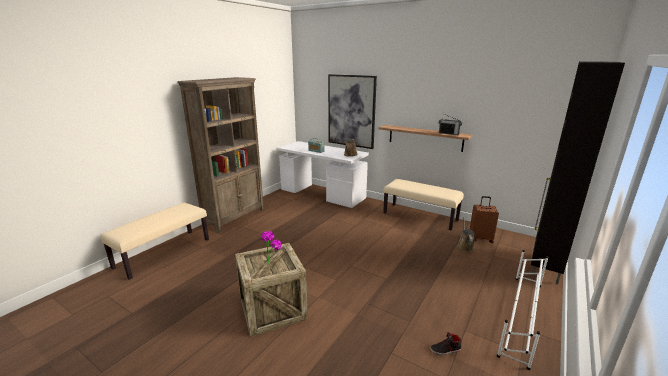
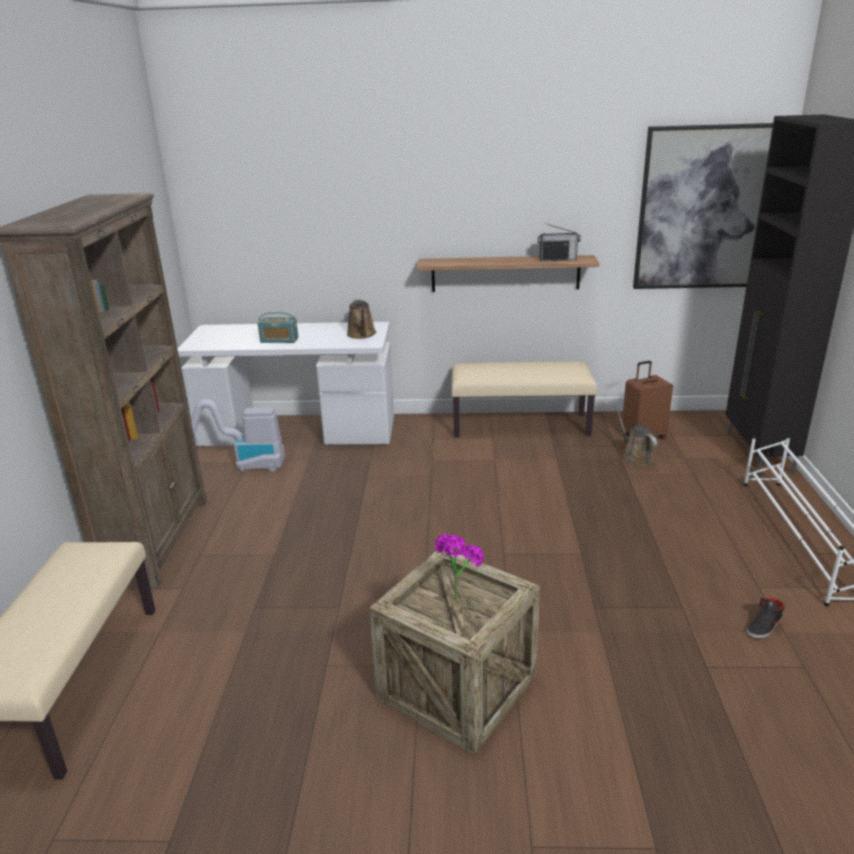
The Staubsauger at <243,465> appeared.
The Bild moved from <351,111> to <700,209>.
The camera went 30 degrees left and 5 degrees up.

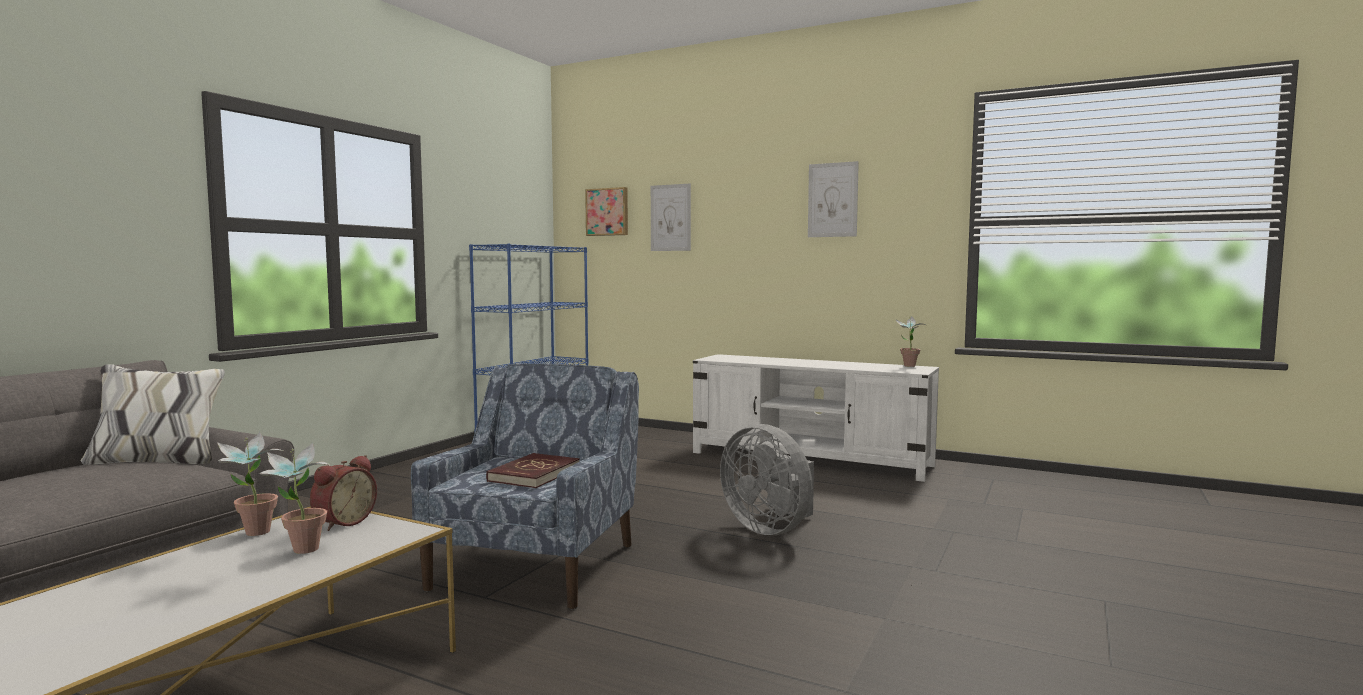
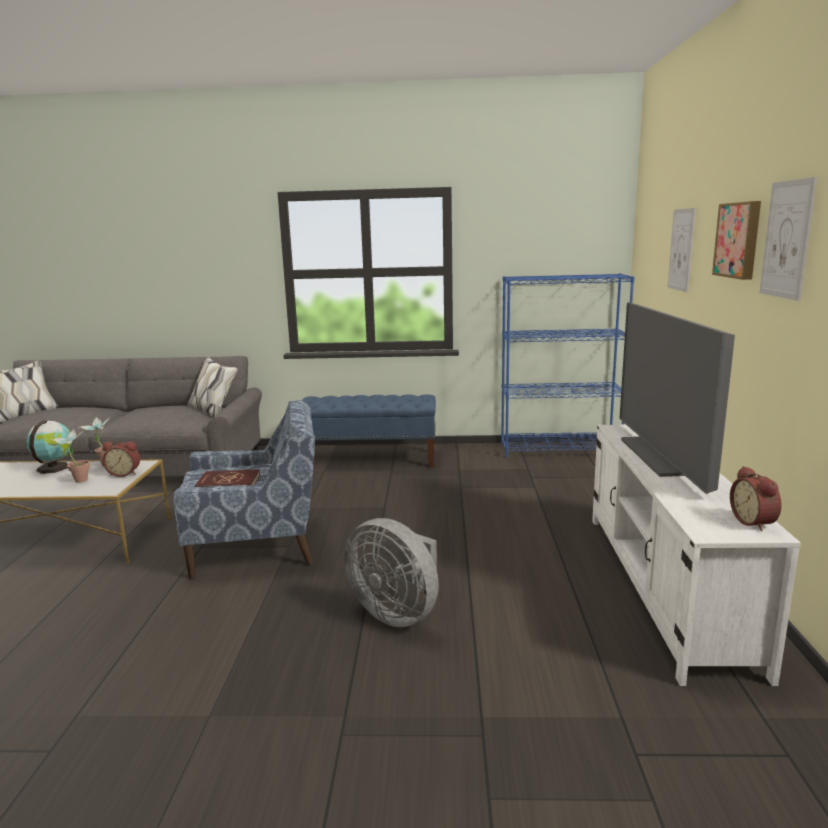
The Globus at <54,467> appeared.
The Bank/blau at <369,459> appeared.
The Ventilator/grau at <770,528> turned 75 degrees counterclockwise.
The Fernseher at <665,456> appeared.
The Bild moved from <608,212> to <739,240>.
The Topfpflanze at <908,366> was replaced by the Wecker at <754,522>.
The camera went 65 degrees right and 10 degrees up.

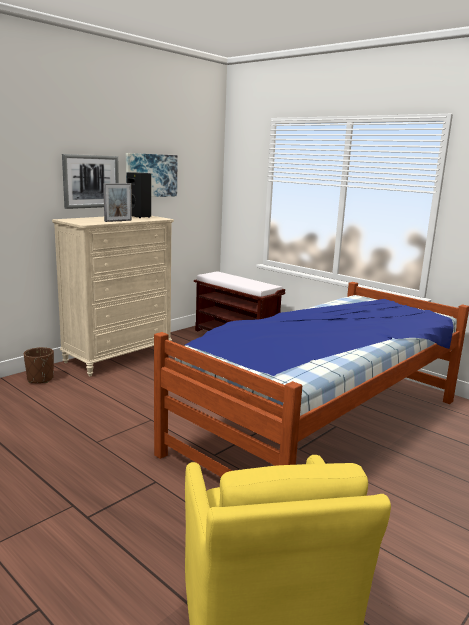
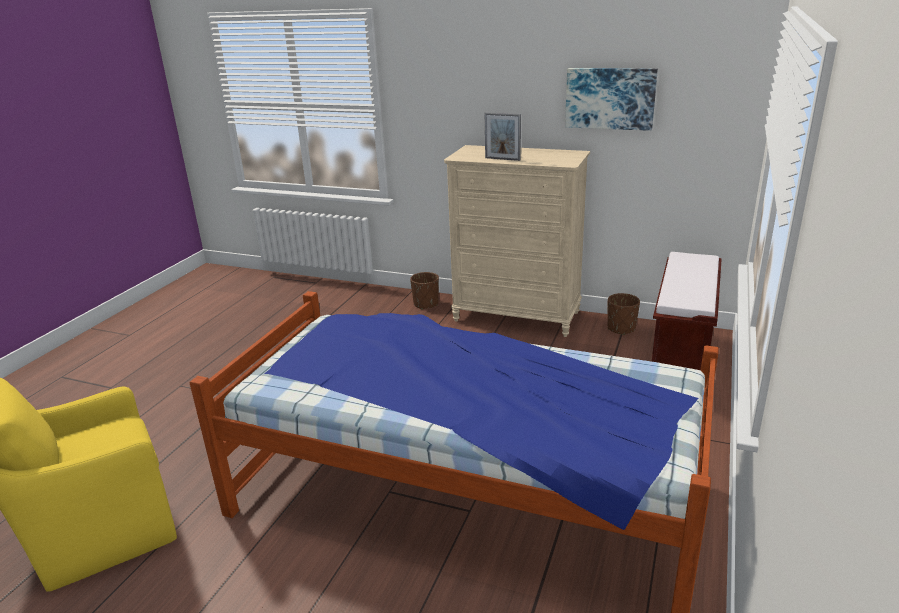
The Pflanzkübel/braun at <621,328> appeared.
The Bild at <91,181> disappeared.
The Lautsprecher/schwarz at <140,217> disappeared.
The camera went 70 degrees right and 10 degrees up.

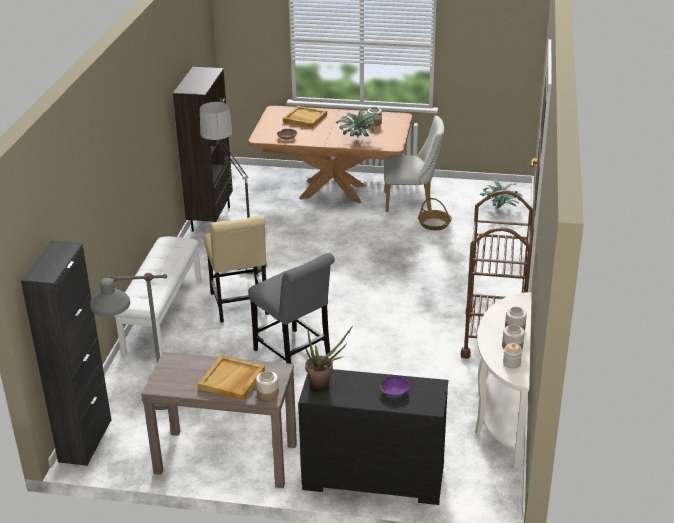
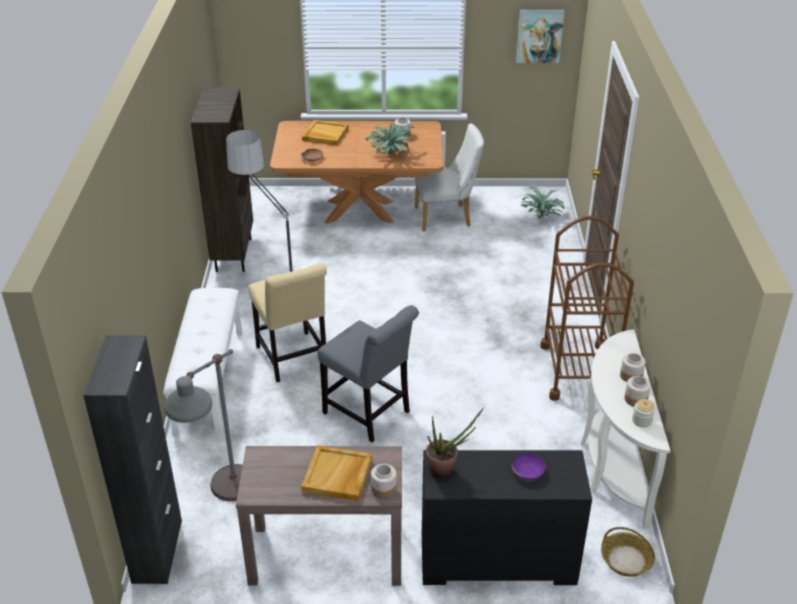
The Bild at <539,36> appeared.
The Korb moved from <434,224> to <626,560>.
The camera went 10 degrees left and 5 degrees up.

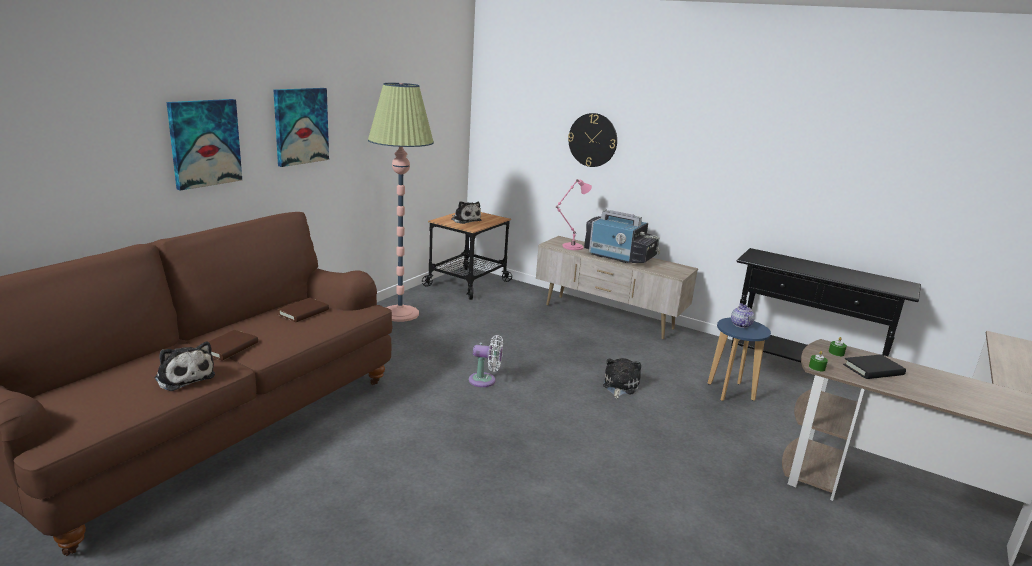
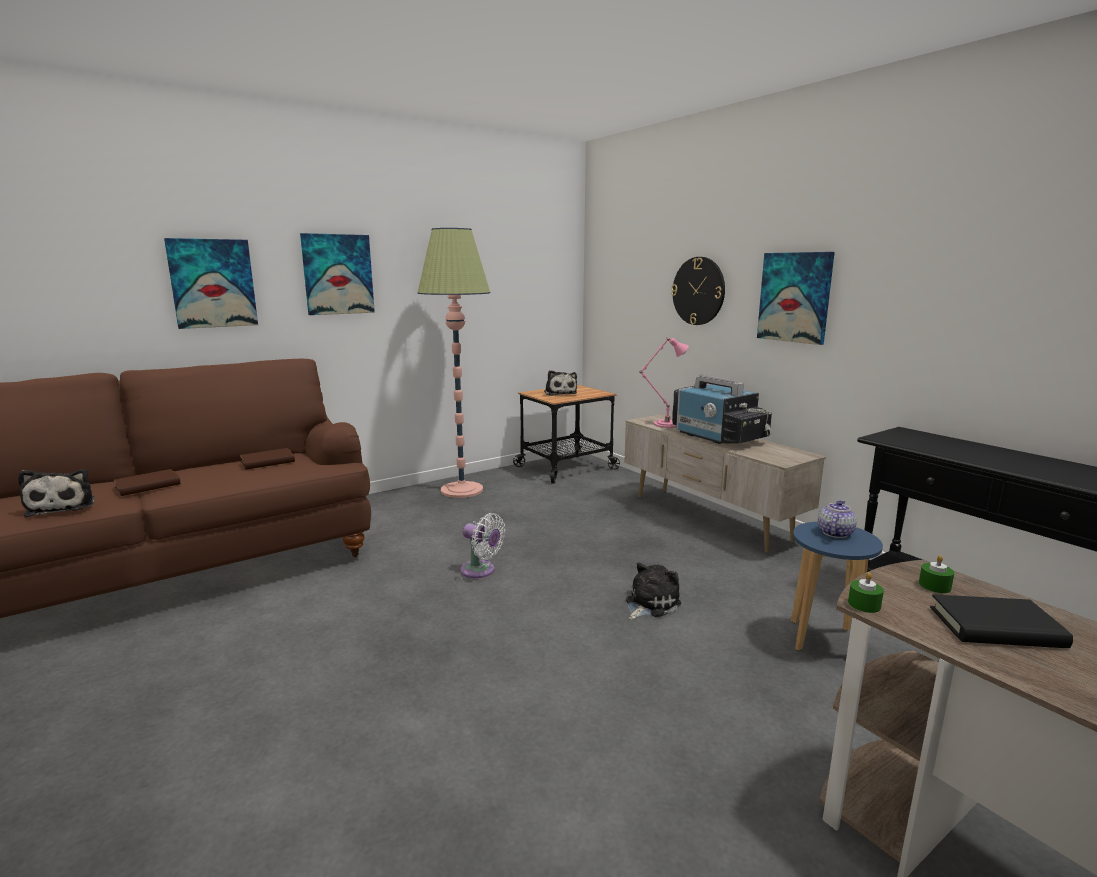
The Bild at <795,297> appeared.
The camera went 25 degrees right and 5 degrees down.

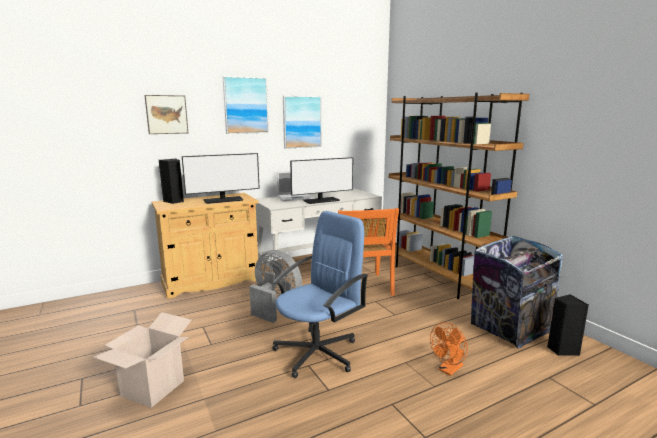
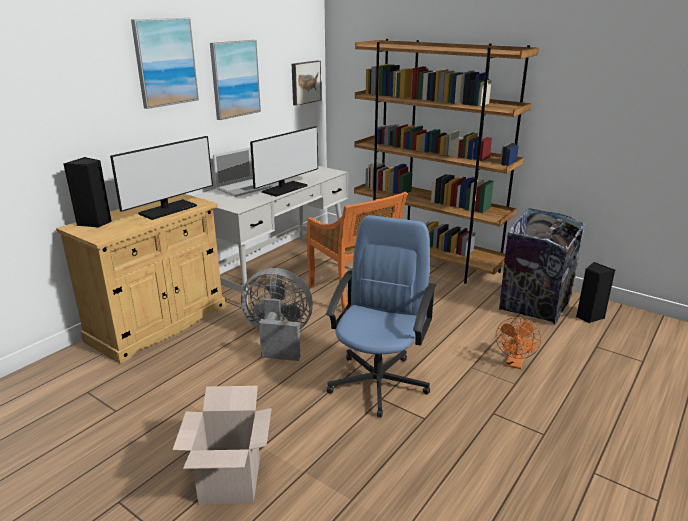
The Bild moved from <166,114> to <305,82>.
The camera went 25 degrees left and 10 degrees up.

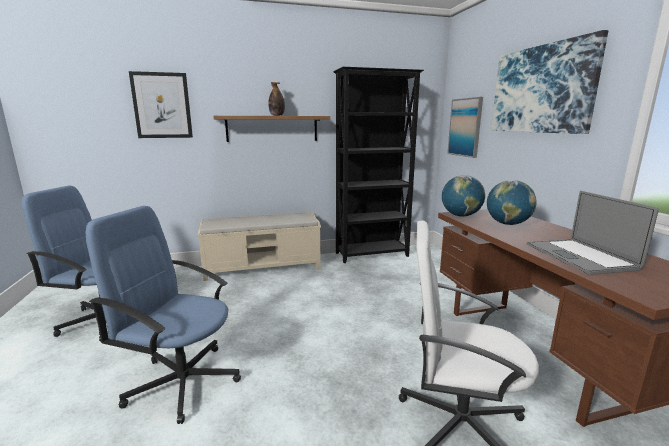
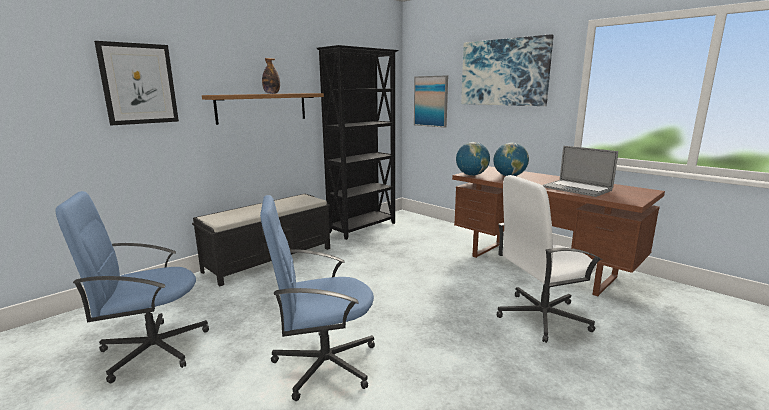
The Bank/beige at <263,267> became the Bank/schwarz at <270,259>.
The camera went 30 degrees left and 0 degrees up.

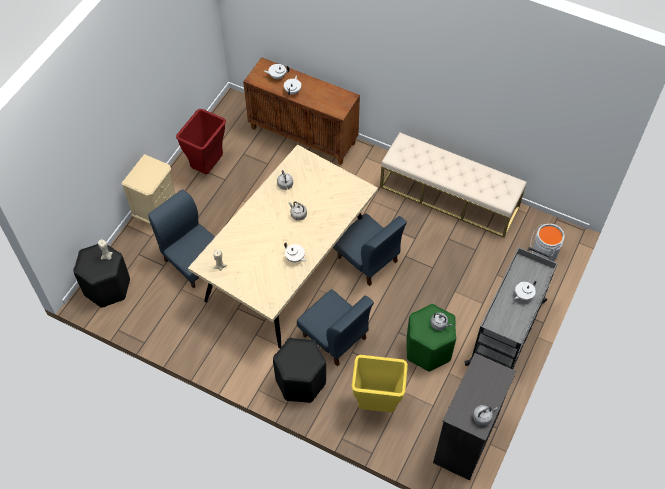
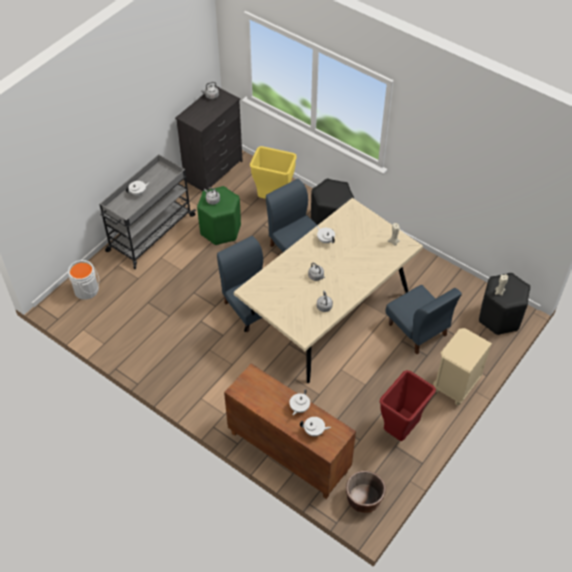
The Pflanzkübel/braun at <364,499> appeared.
The Bank/beige at <449,196> disappeared.
The camera went 170 degrees left and 5 degrees down.

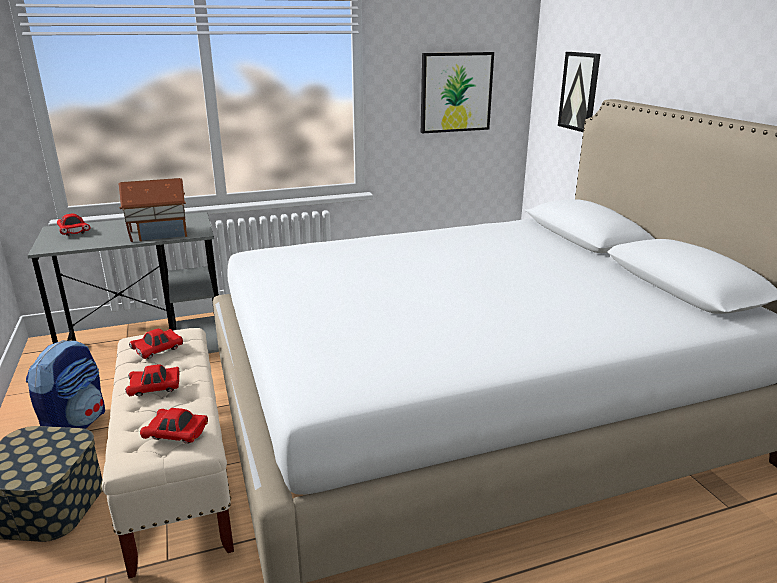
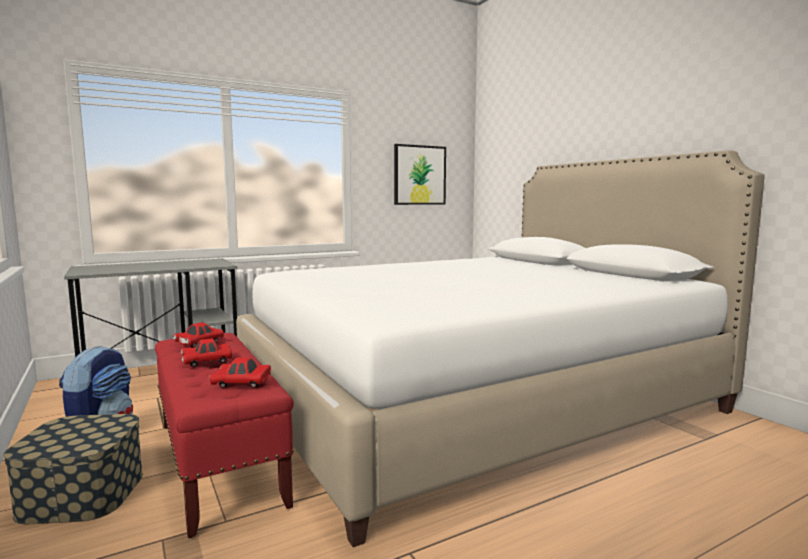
The Bank/beige at <178,477> became the Bank/rot at <219,462>.
The Spielzeugauto/rot at <74,232> disappeared.
The Spielzeughaus at <158,234> disappeared.
The Bild at <579,91> disappeared.
The camera went 10 degrees left and 15 degrees down.

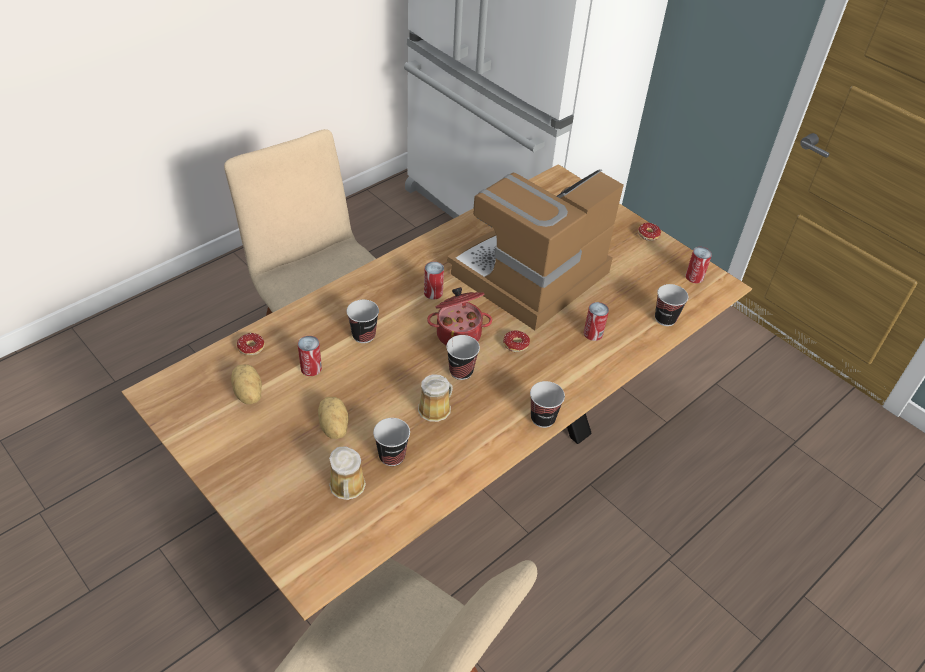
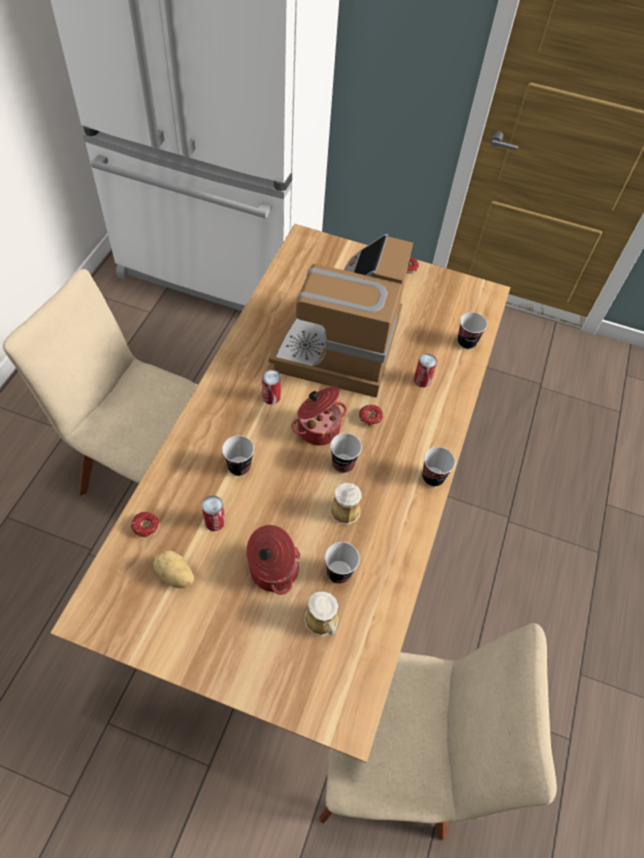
The Kartoffel at <333,427> was replaced by the Kochtopf at <272,570>.
The Dose at <694,277> disappeared.
The camera went 30 degrees left and 10 degrees up.

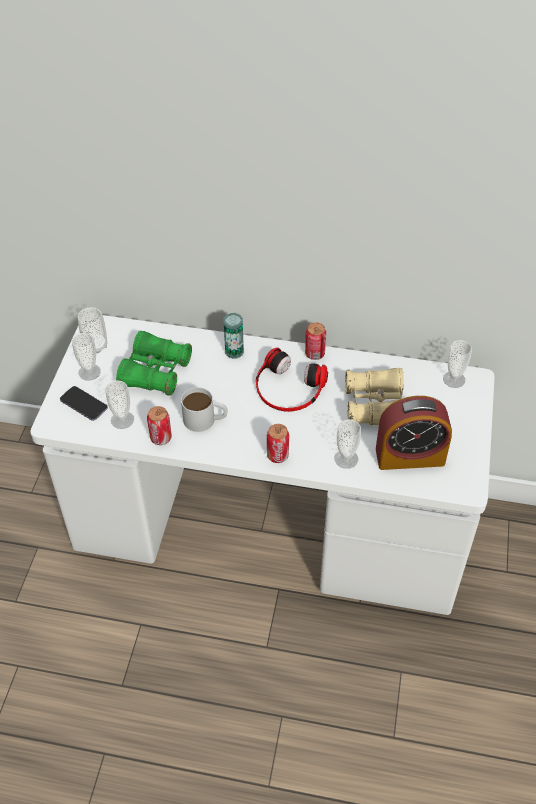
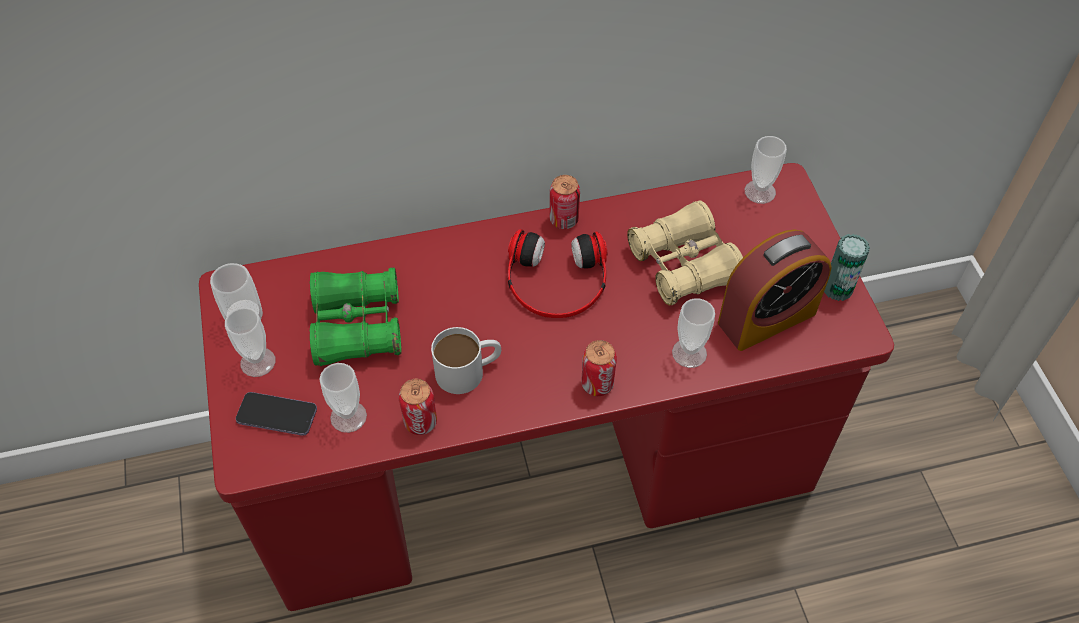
The Schreibtisch/weiß at <268,530> became the Schreibtisch/rot at <539,472>.
The Dose moved from <234,351> to <837,289>.
The camera went 25 degrees left and 5 degrees up.

